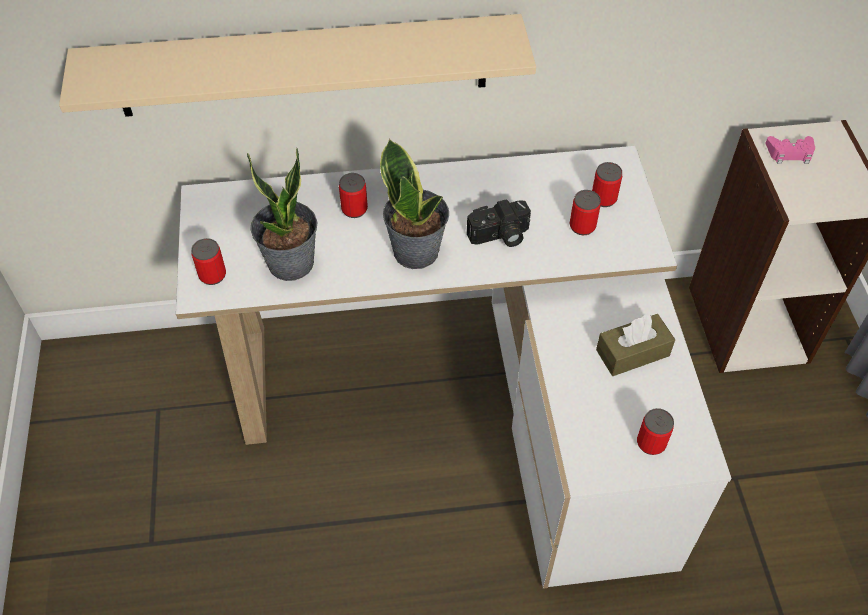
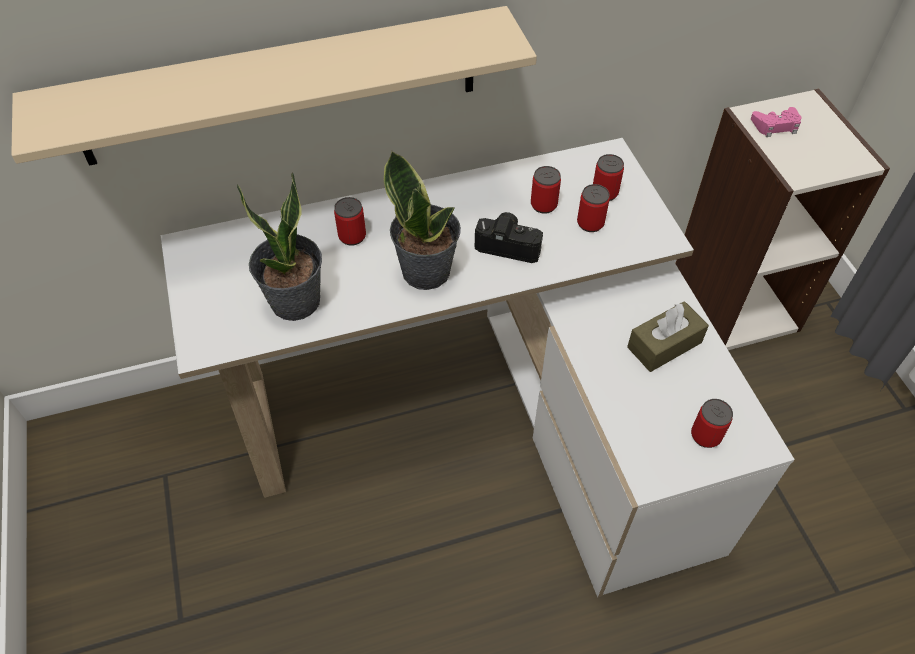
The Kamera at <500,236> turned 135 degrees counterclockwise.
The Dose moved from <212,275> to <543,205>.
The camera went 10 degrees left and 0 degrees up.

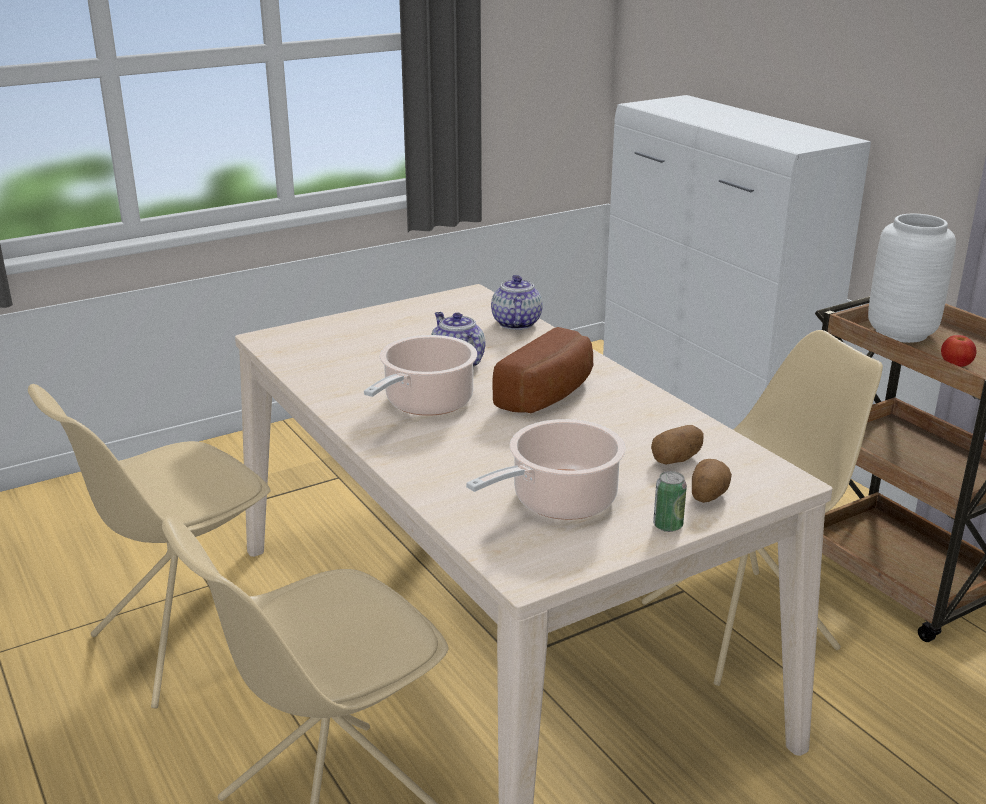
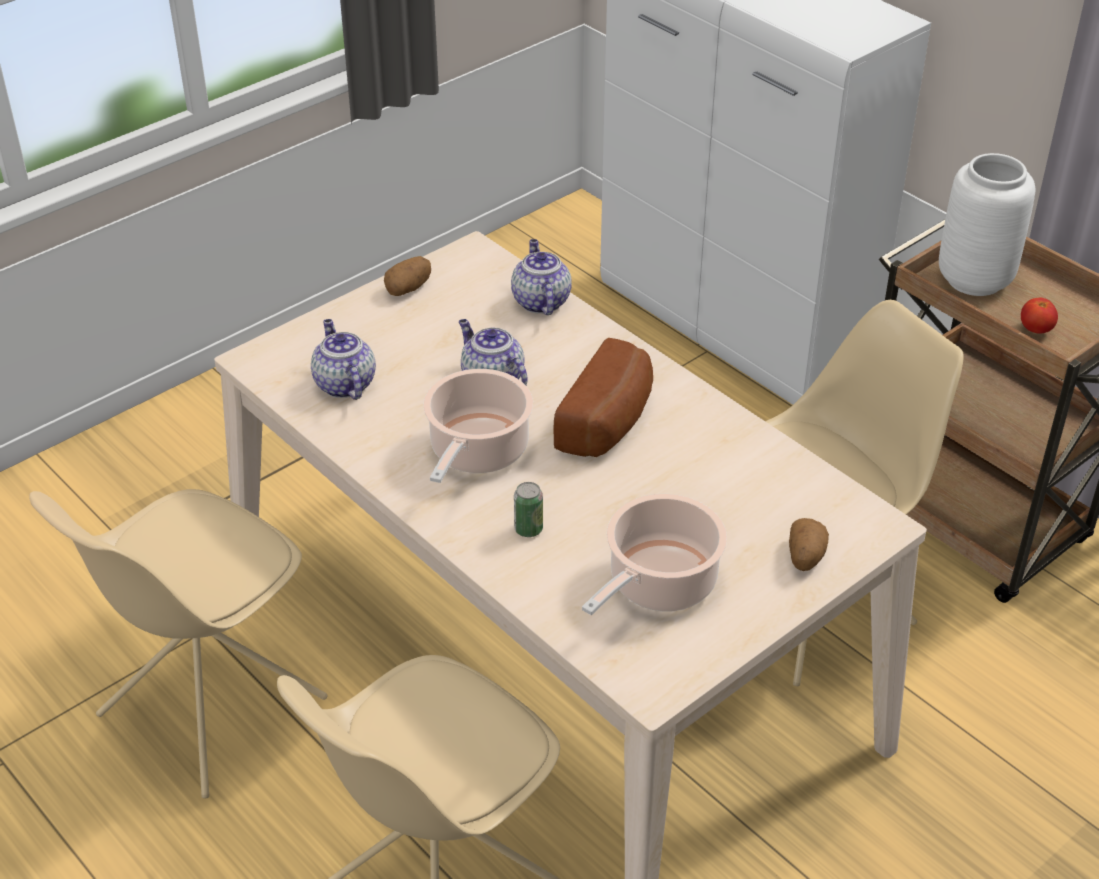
The Teekanne at <344,384> appeared.
The Kartoffel moved from <676,459> to <408,288>.
The Dose moved from <667,525> to <528,529>.
The camera went 10 degrees left and 15 degrees up.

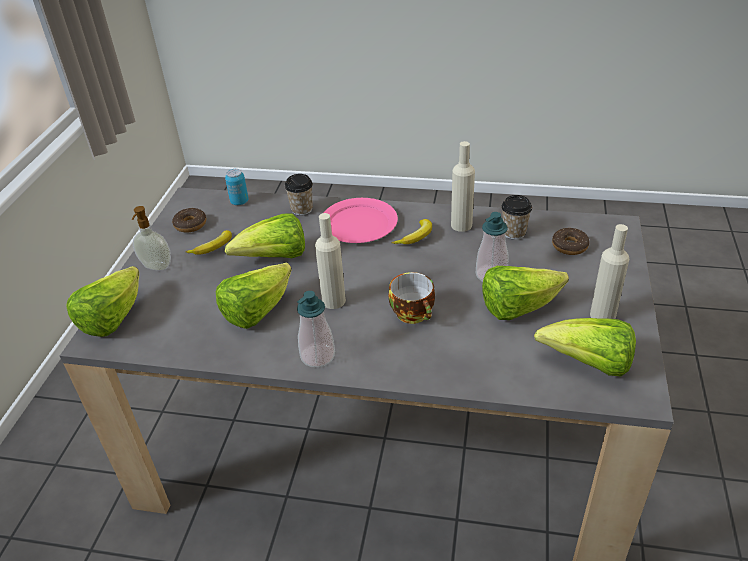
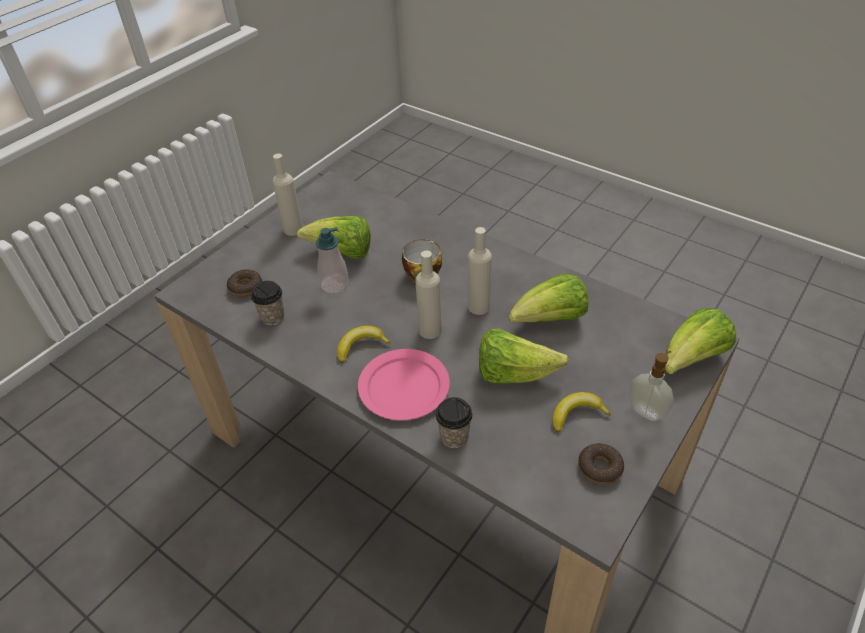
The Flasche/beige moved from <461,225> to <430,330>.
The Dose at <239,202> disappeared.
The Seifenspender at <317,356> disappeared.
The Salatkopf at <588,364> disappeared.
The camera went 155 degrees left and 5 degrees up.

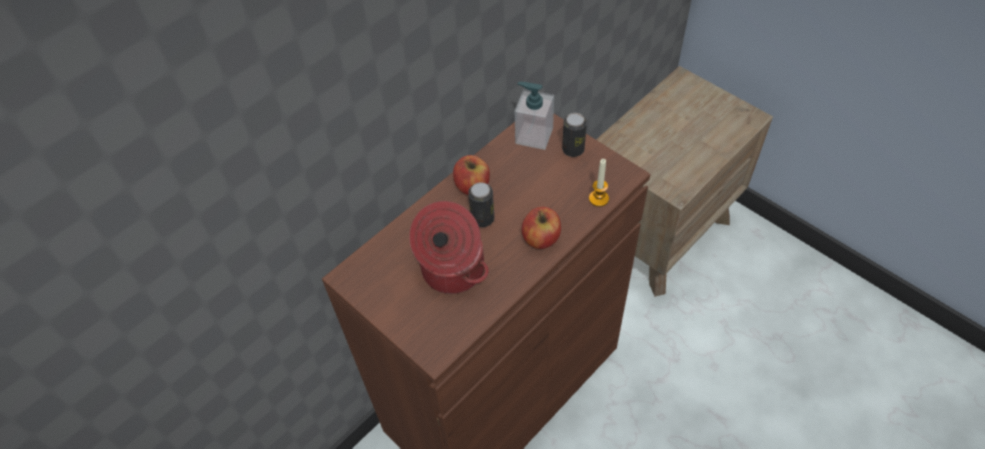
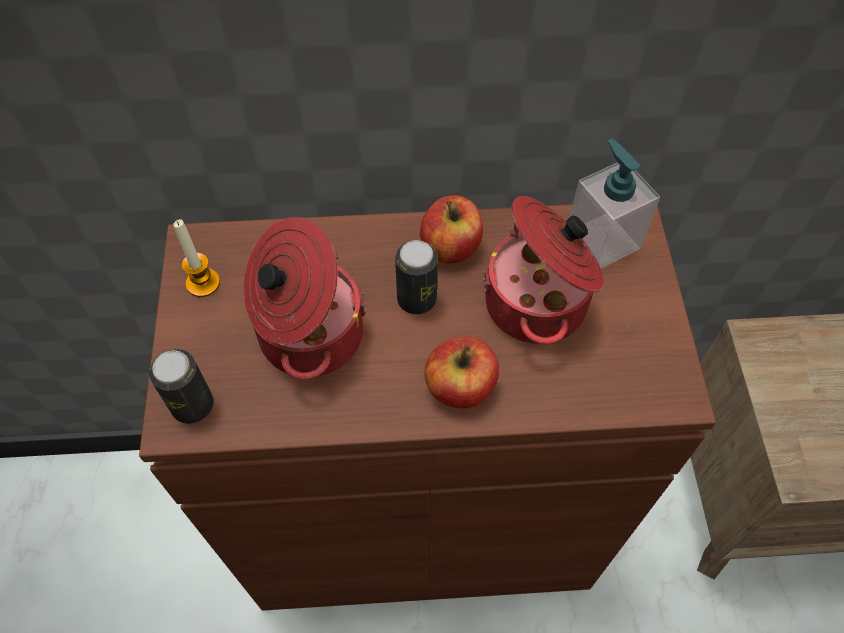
The Dose moved from <573,149> to <193,405>.
The Kerze moved from <598,198> to <203,283>.
The Kochtopf at <539,303> appeared.
The camera went 40 degrees right and 5 degrees up.

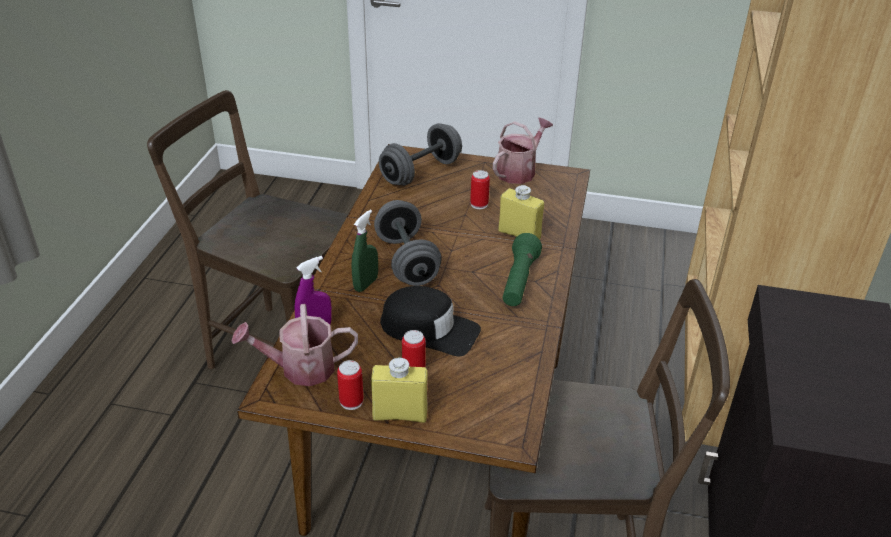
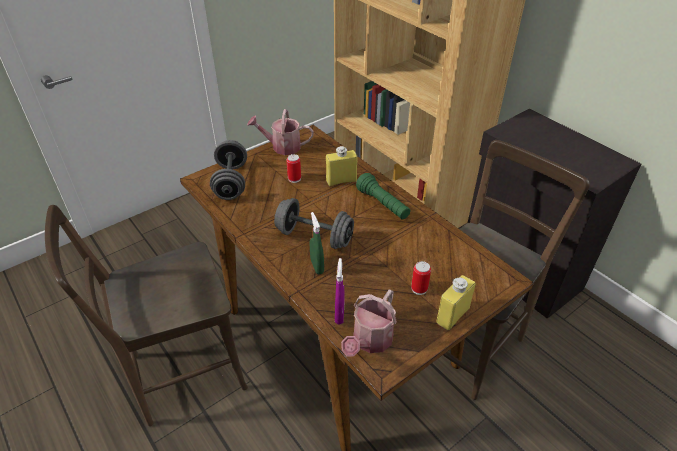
The Gießkanne at <519,171> turned 75 degrees counterclockwise.
The Dose at <351,401> disappeared.
The Kappe/schwarz at <429,329> disappeared.
The camera went 50 degrees left and 5 degrees up.

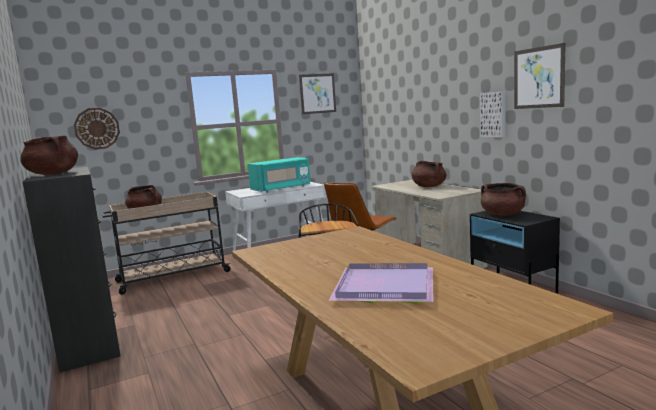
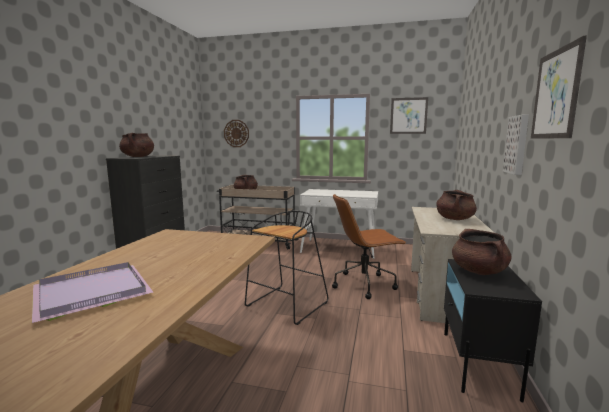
The Mikrowelle/türkis at <281,189> disappeared.
The camera went 40 degrees right and 0 degrees up.

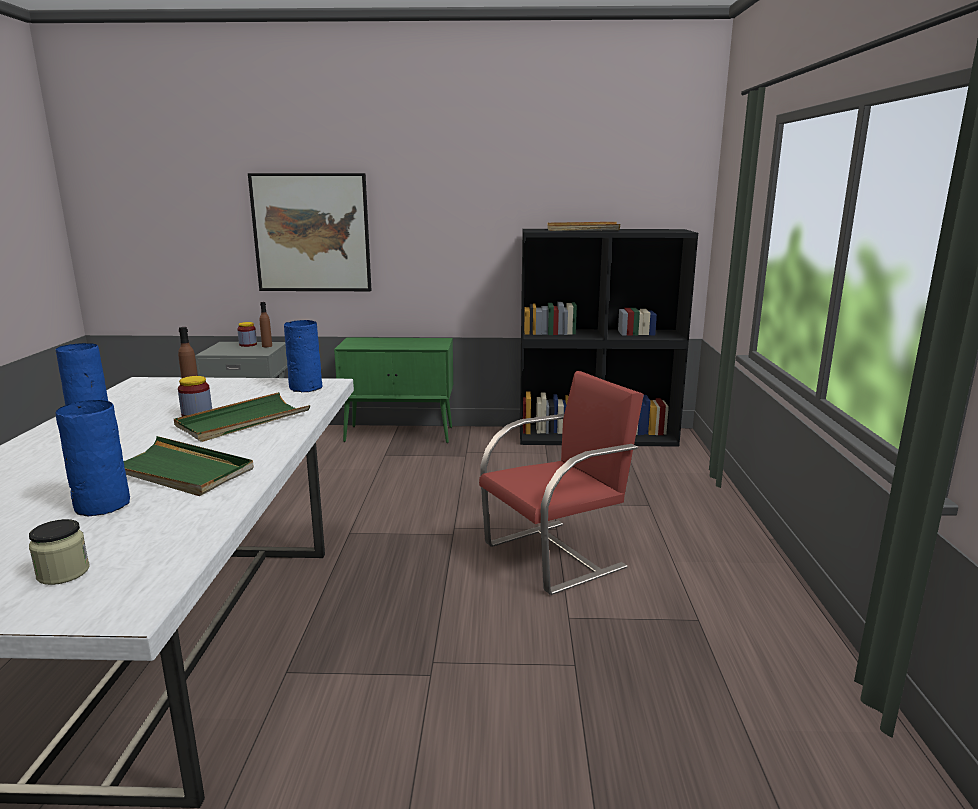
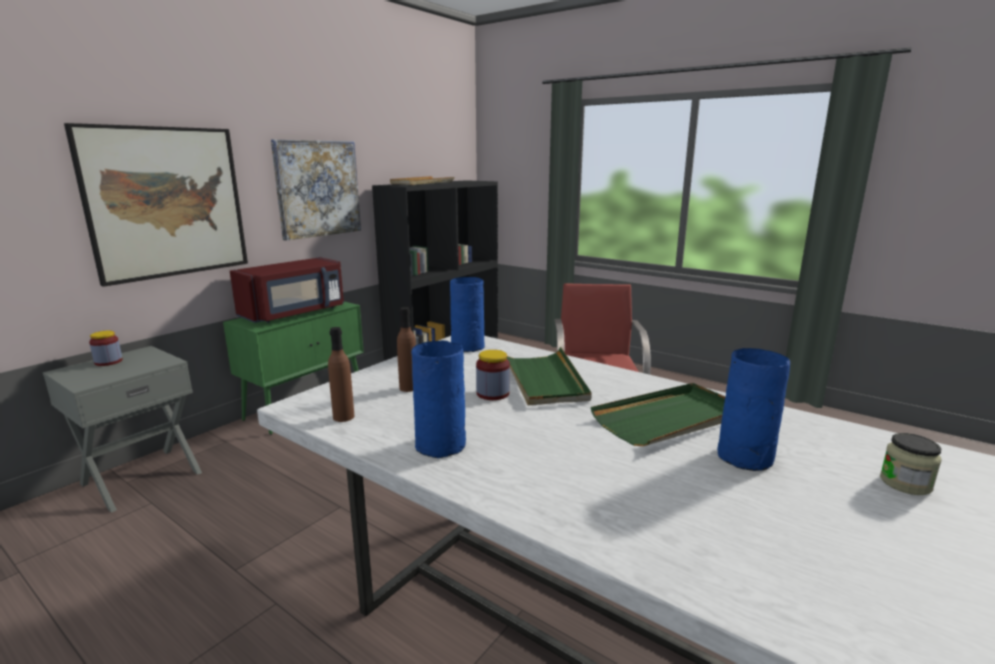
The Mikrowelle/rot at <295,313> appeared.
The Bild at <318,188> appeared.
The Flasche/braun moved from <267,346> to <343,417>.
The camera went 55 degrees left and 0 degrees up.

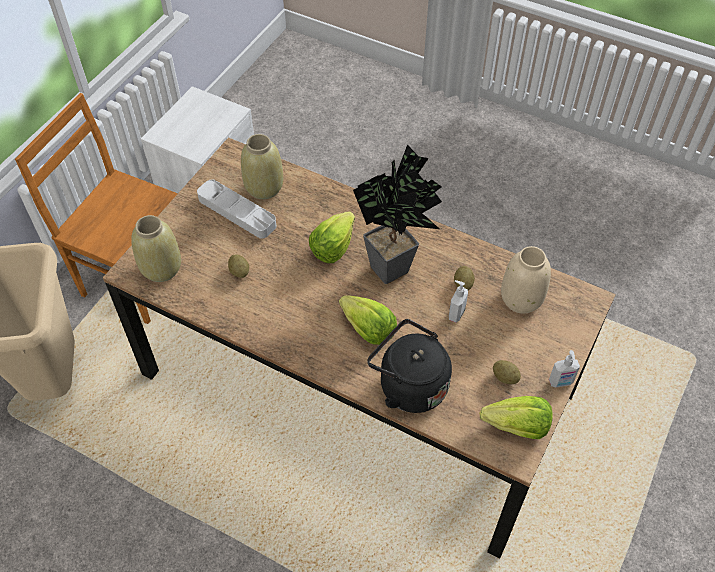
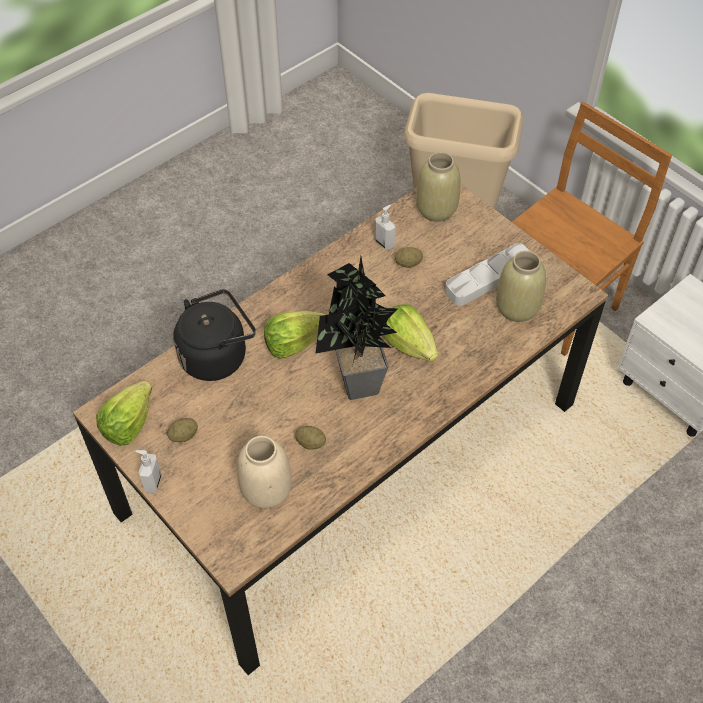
The Seifenspender moved from <456,313> to <384,243>.
The camera went 110 degrees right and 0 degrees up.

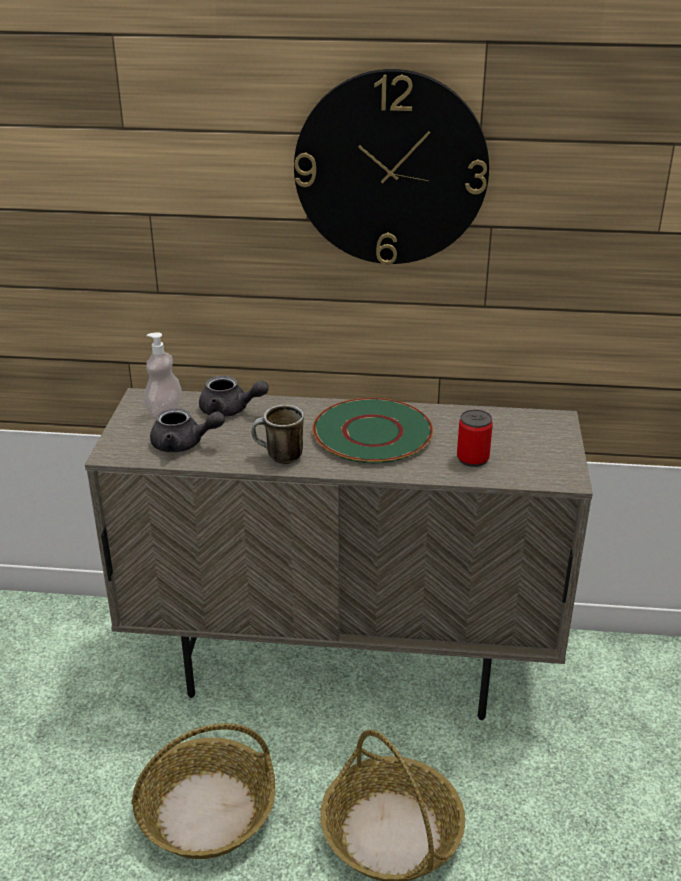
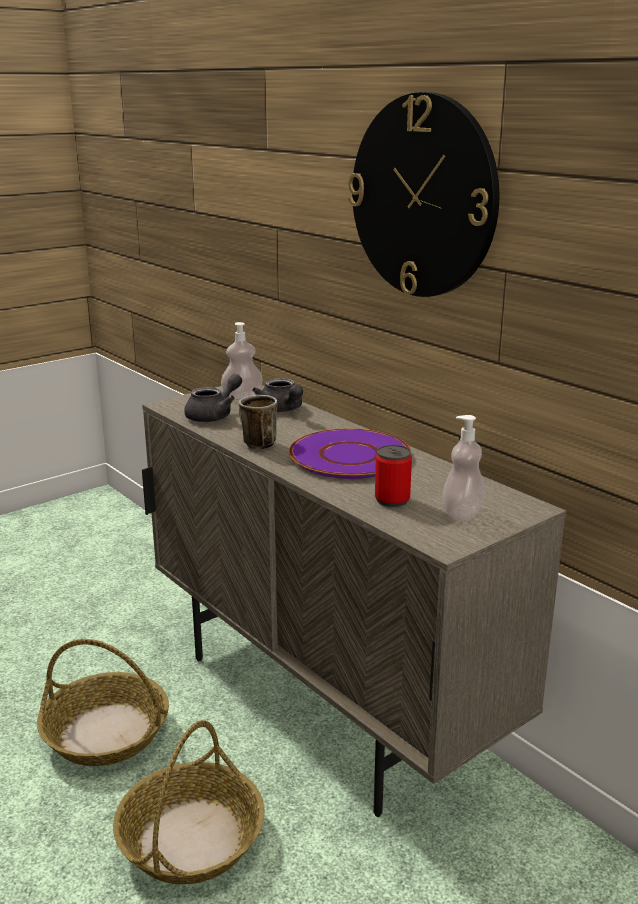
The Teekanne/grau at <184,444> turned 105 degrees counterclockwise.
The Teller/grün at <373,433> became the Teller/lila at <350,456>.
The Seifenspender at <462,513> appeared.
The camera went 45 degrees right and 10 degrees down.

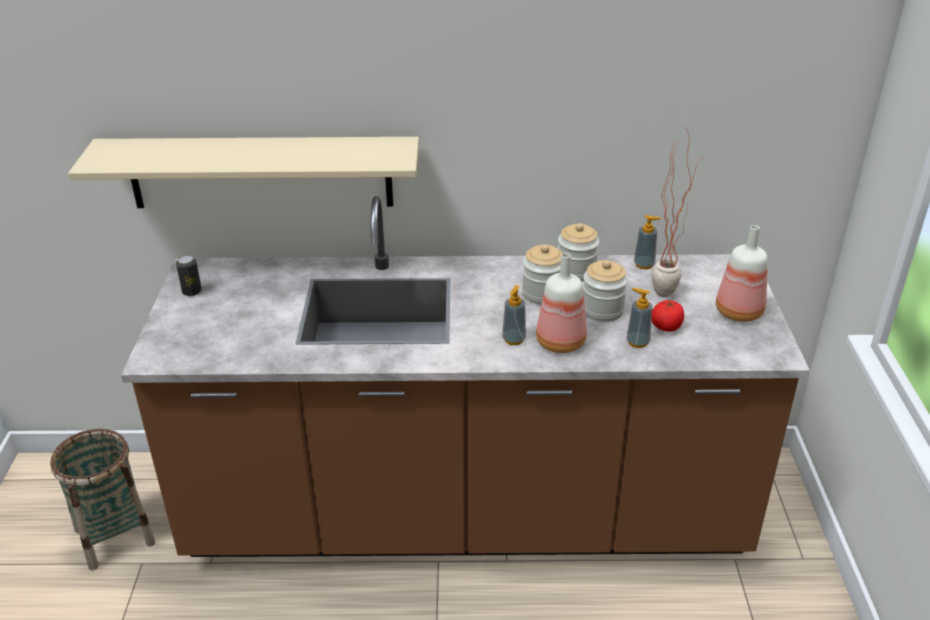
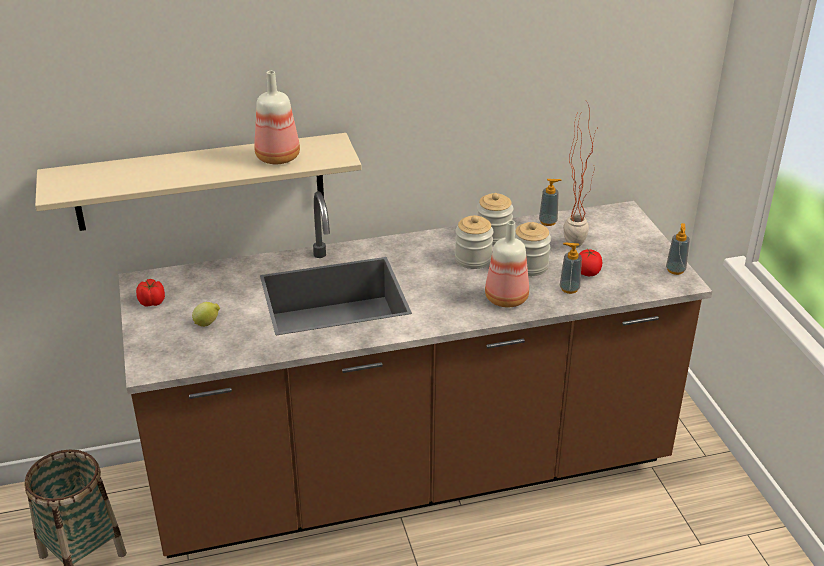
The Dose at <192,291> was replaced by the Tomate at <152,302>.
The Zitrone at <207,324> appeared.
The Flasche moved from <738,311> to <277,157>.
The Seifenspender moved from <513,339> to <675,270>.
The camera went 15 degrees left and 0 degrees up.

